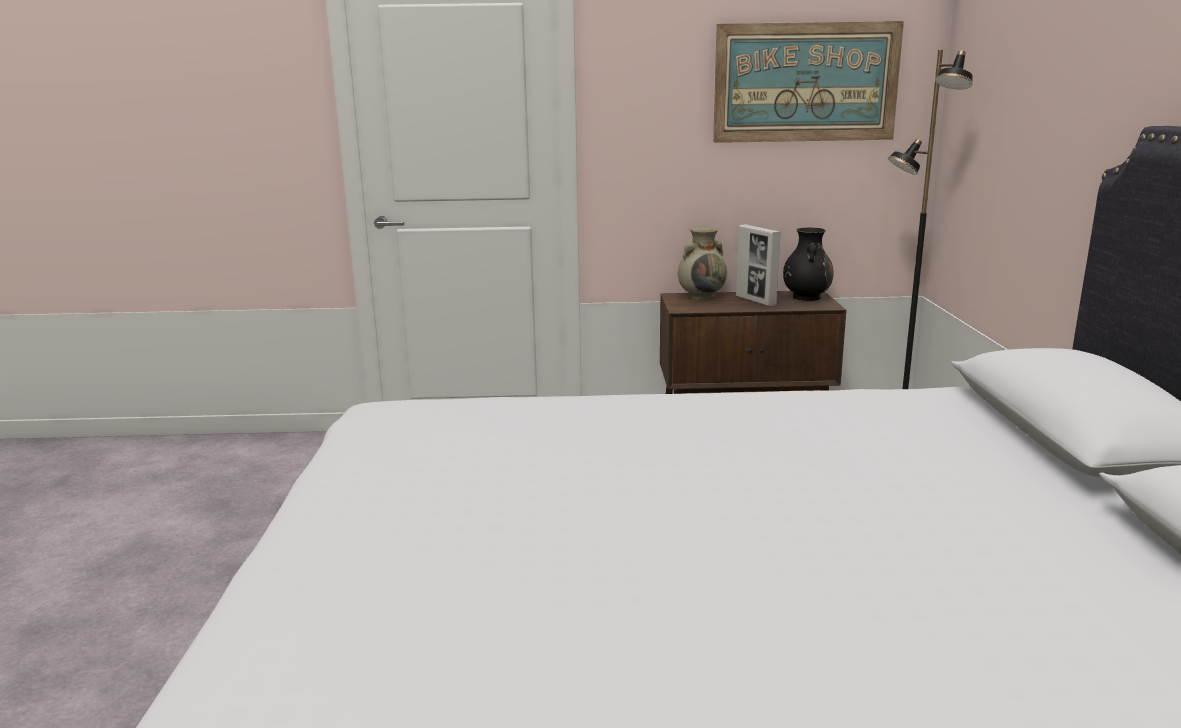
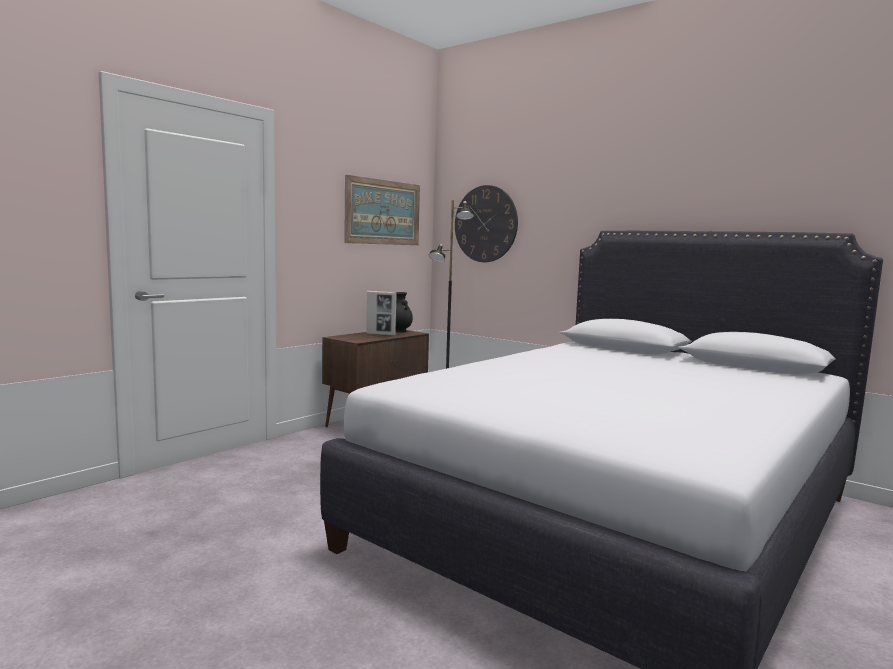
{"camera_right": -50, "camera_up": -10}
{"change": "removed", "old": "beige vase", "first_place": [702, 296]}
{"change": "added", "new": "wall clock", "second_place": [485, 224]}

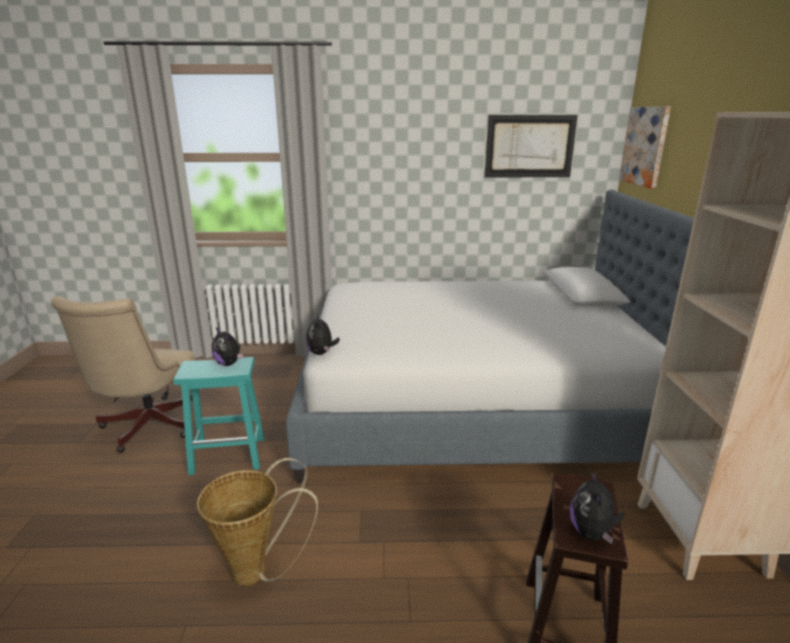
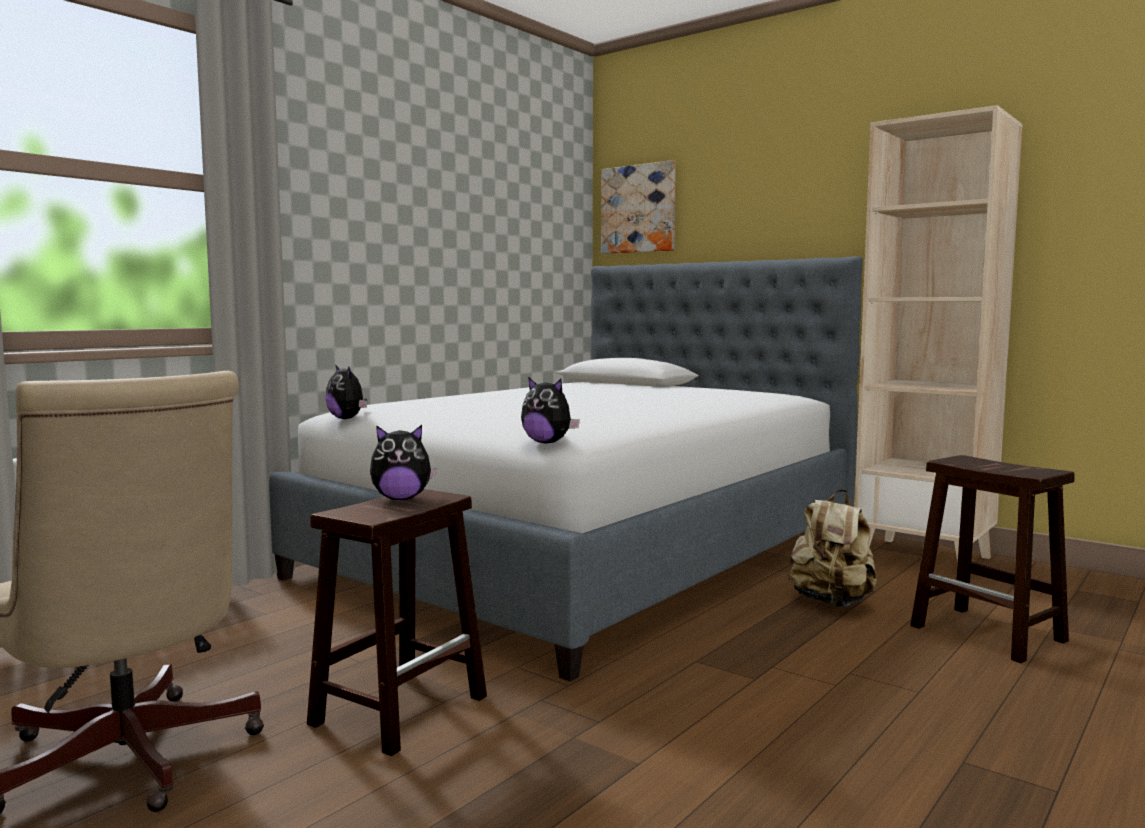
{"camera_right": -50, "camera_up": -15}
{"change": "removed", "old": "basket", "first_place": [258, 571]}
{"change": "removed", "old": "picture", "first_place": [529, 146]}
{"change": "added", "new": "beige backpack", "second_place": [831, 602]}
{"change": "moved", "old": "plush toy", "first_place": [592, 532], "second_place": [347, 419]}
{"change": "recoloured", "old": "turquoise stool", "new": "brown stool", "first_place": [229, 455], "second_place": [401, 709]}

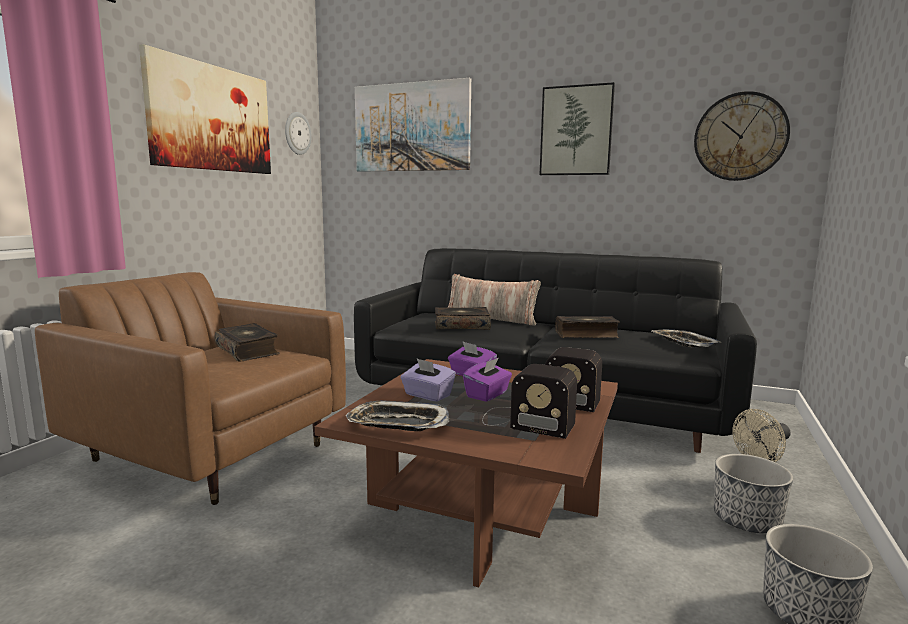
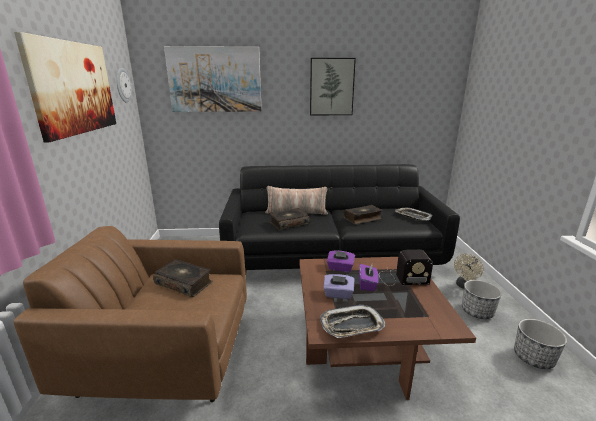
{"camera_right": -25, "camera_up": 10}
{"change": "removed", "old": "radio", "first_place": [524, 421]}
{"change": "removed", "old": "wall clock", "first_place": [740, 137]}

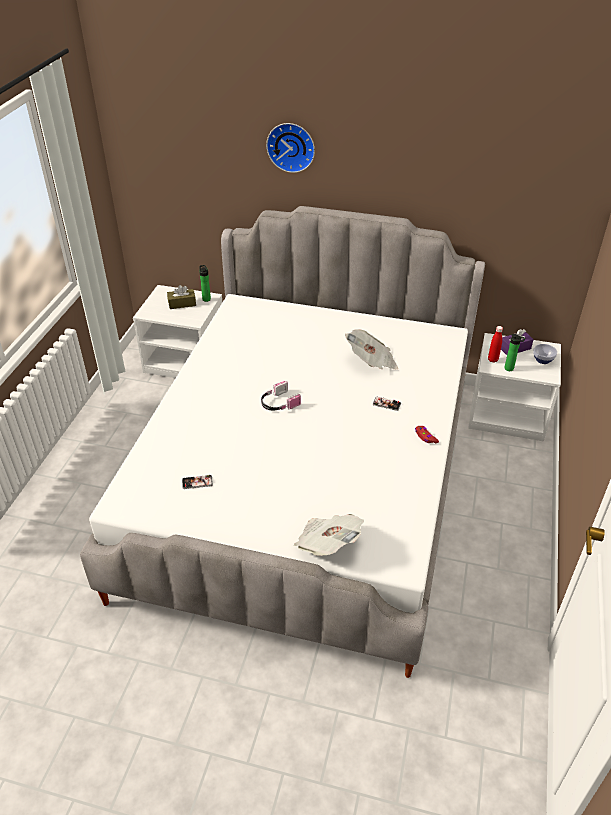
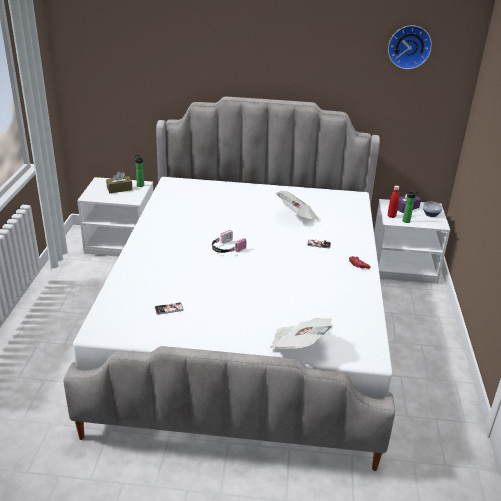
{"camera_right": -10, "camera_up": -10}
{"change": "moved", "old": "wall clock", "first_place": [291, 146], "second_place": [409, 46]}

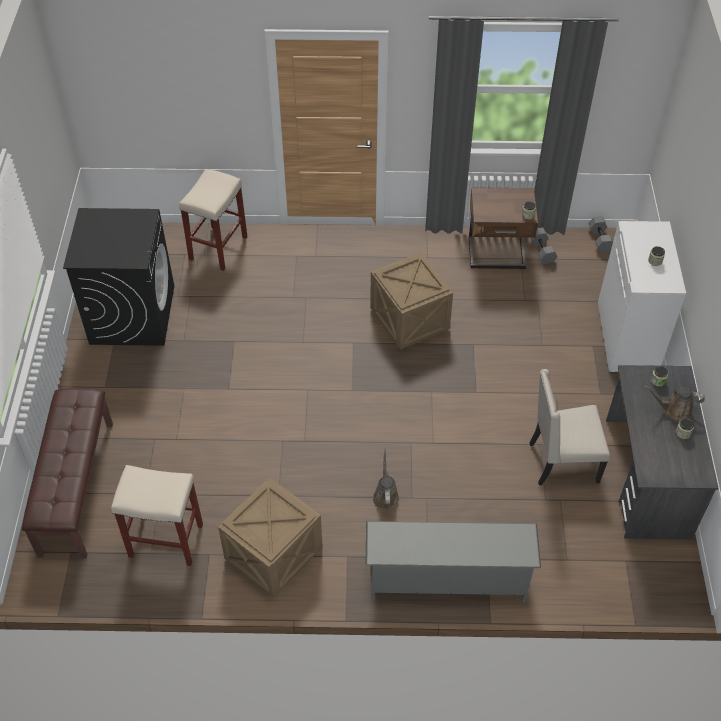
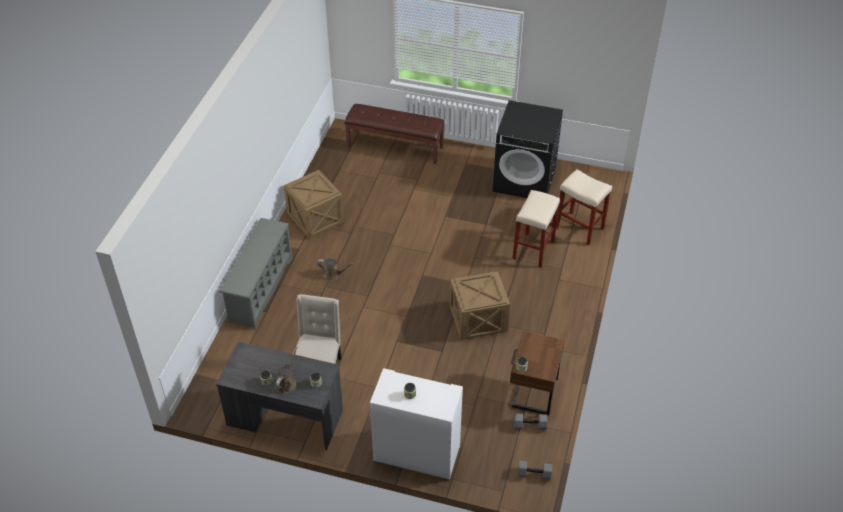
{"camera_right": 105, "camera_up": -5}
{"change": "moved", "old": "beige stool", "first_place": [167, 540], "second_place": [533, 250]}

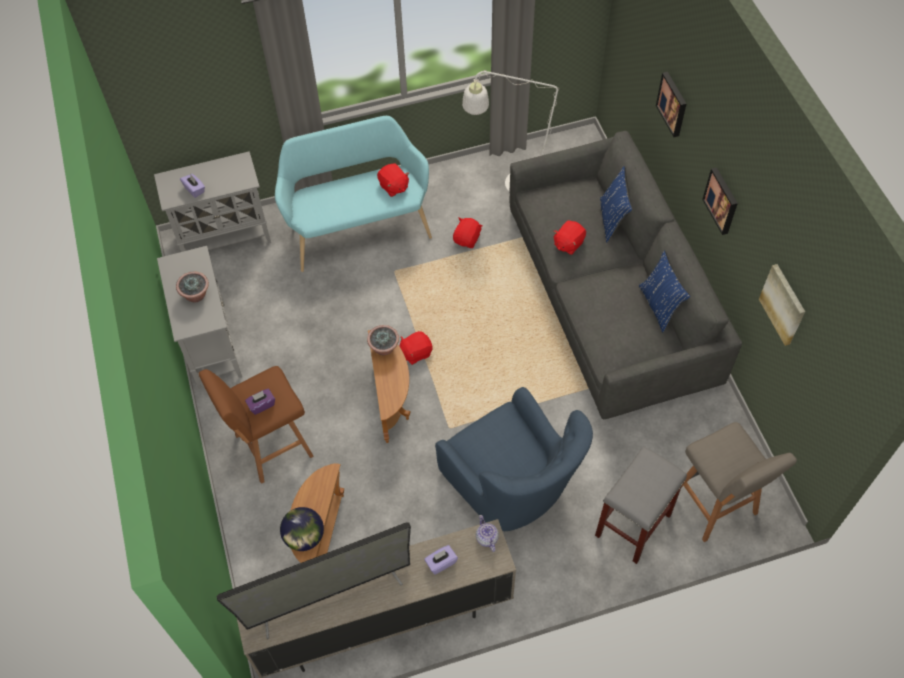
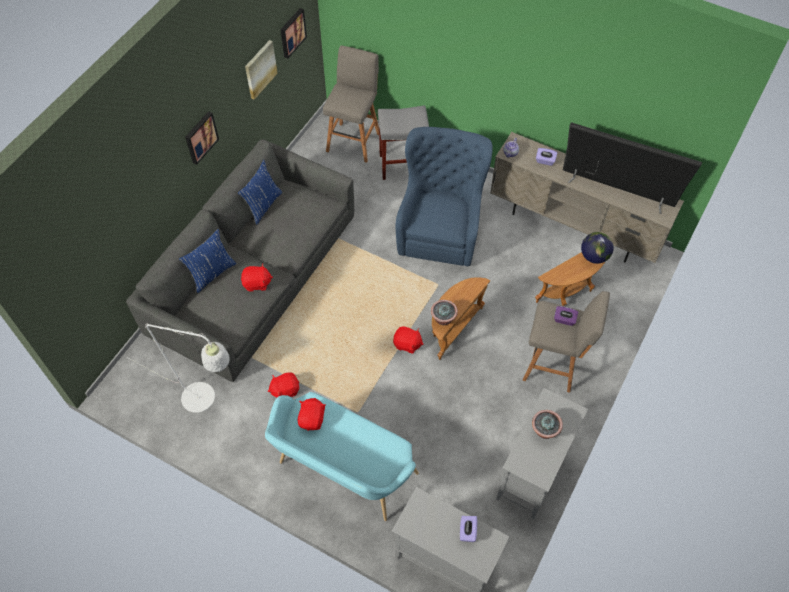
{"camera_right": -135, "camera_up": 0}
{"change": "moved", "old": "picture", "first_place": [673, 104], "second_place": [292, 32]}
{"change": "recoloured", "old": "brown stool", "new": "grey stool", "first_place": [271, 447], "second_place": [553, 365]}

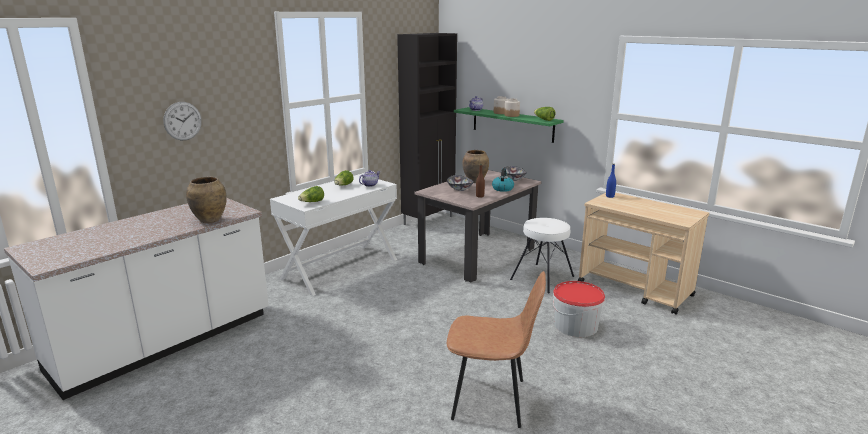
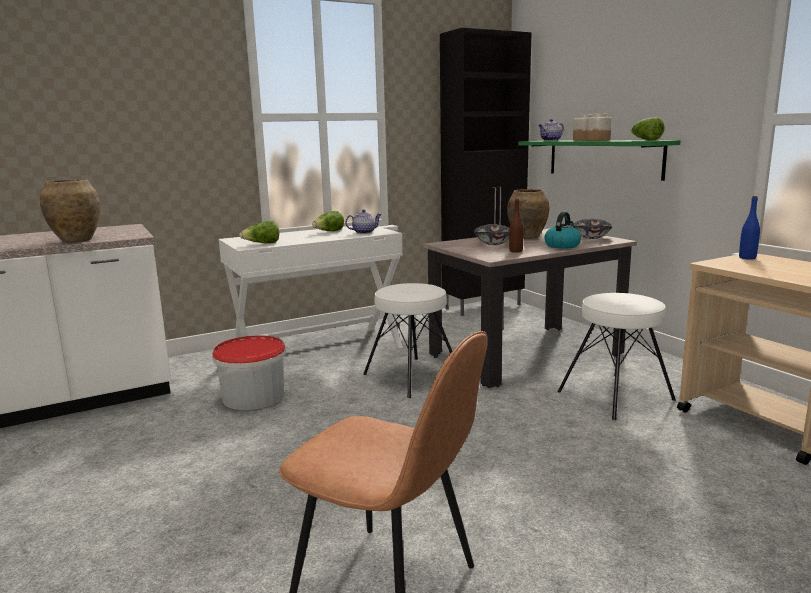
{"camera_right": 20, "camera_up": -5}
{"change": "removed", "old": "wall clock", "first_place": [182, 121]}
{"change": "added", "new": "white stool", "second_place": [412, 377]}
{"change": "moved", "old": "bucket", "first_place": [575, 325], "second_place": [254, 396]}

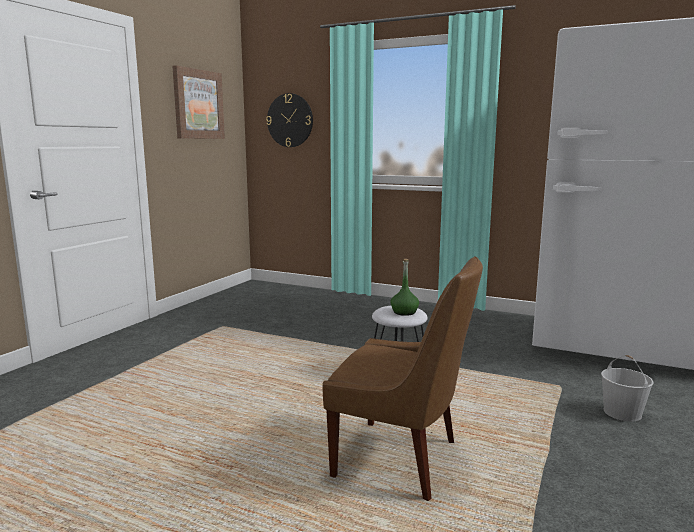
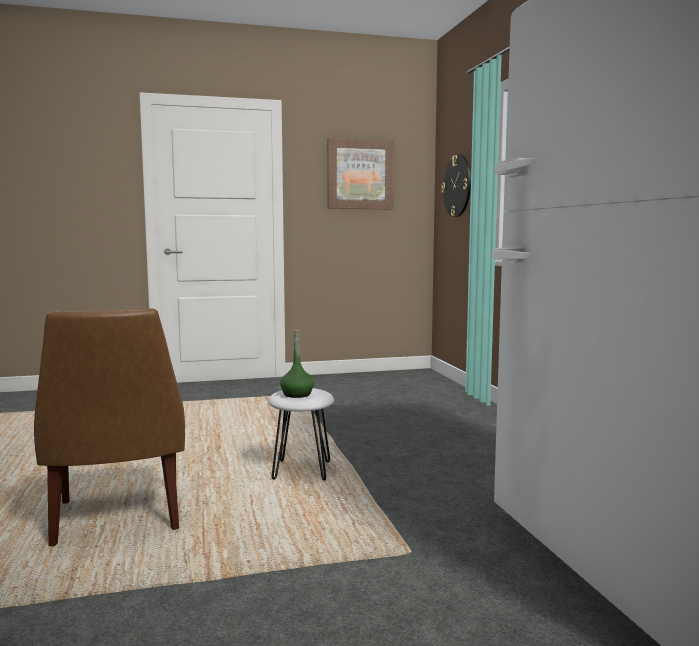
{"camera_right": 50, "camera_up": -5}
{"change": "removed", "old": "white bucket", "first_place": [623, 413]}

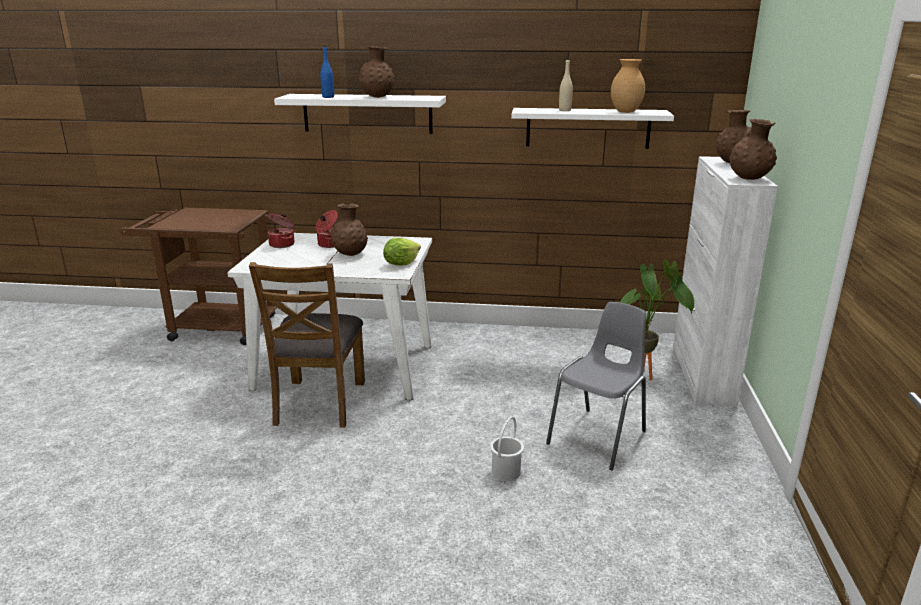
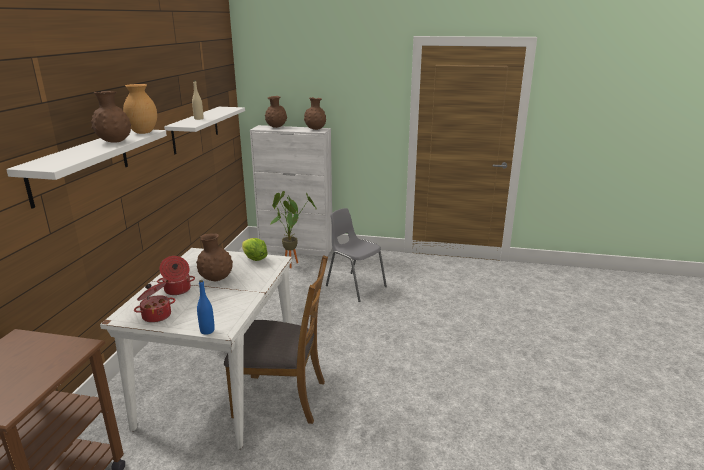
{"camera_right": -85, "camera_up": 0}
{"change": "removed", "old": "white bucket", "first_place": [505, 472]}
{"change": "moved", "old": "blue bottle", "first_place": [328, 97], "second_place": [207, 331]}
{"change": "moved", "old": "brown vase", "first_place": [625, 112], "second_place": [144, 132]}

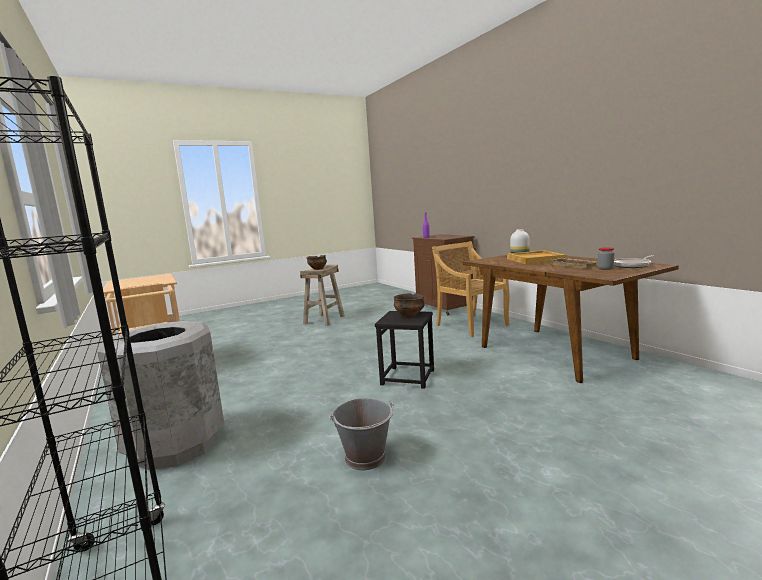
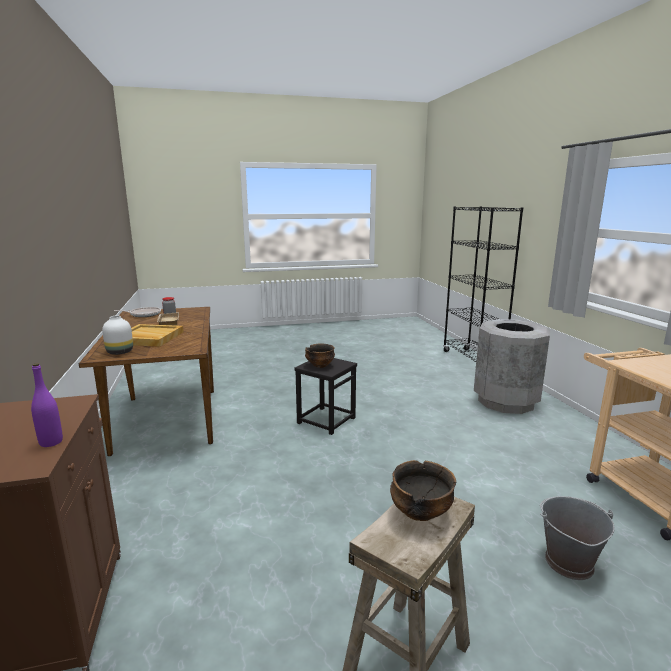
{"camera_right": -165, "camera_up": 5}
{"change": "removed", "old": "beige chair", "first_place": [471, 325]}
{"change": "moved", "old": "grey bucket", "first_place": [366, 457], "second_place": [568, 562]}

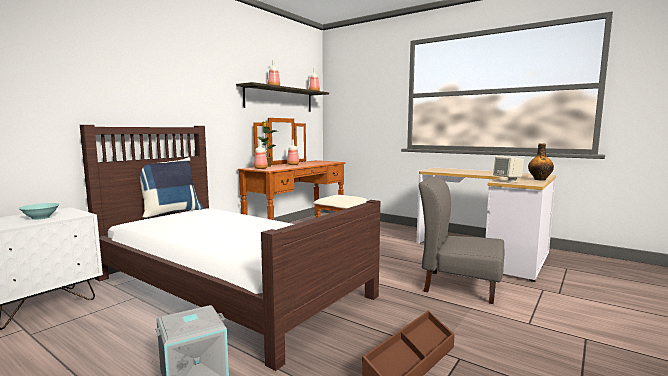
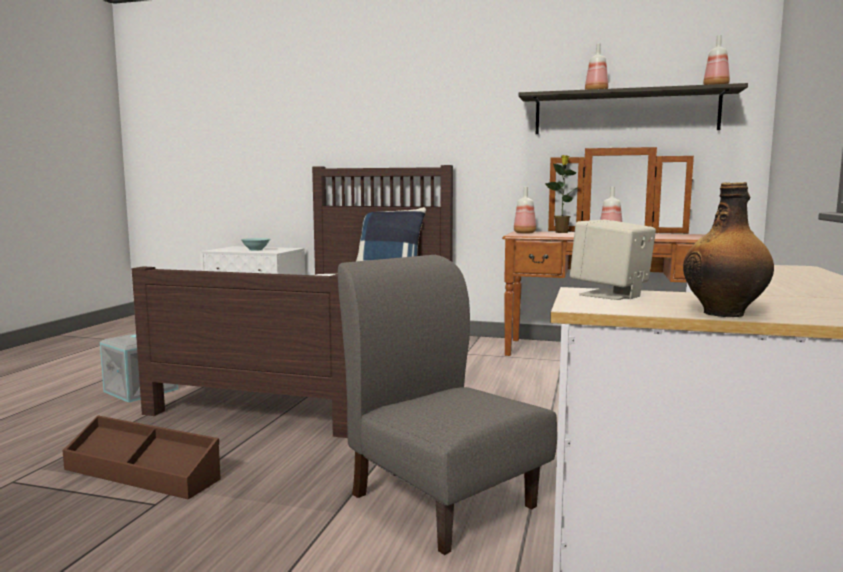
{"camera_right": 70, "camera_up": 0}
{"change": "turned", "old": "grey chair", "first_place": [459, 286], "second_place": [442, 499], "degrees": -45}

